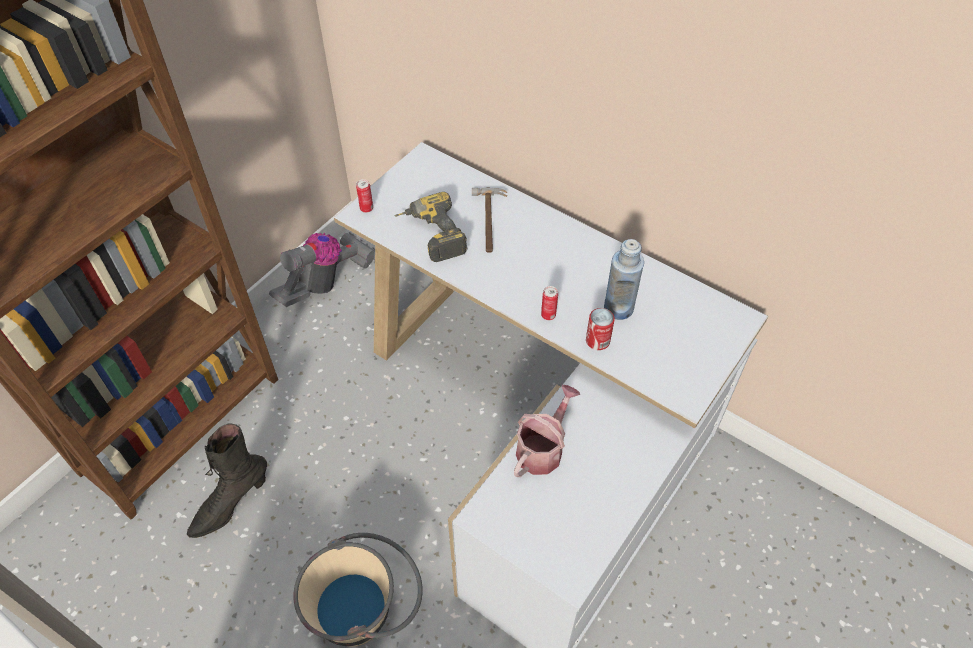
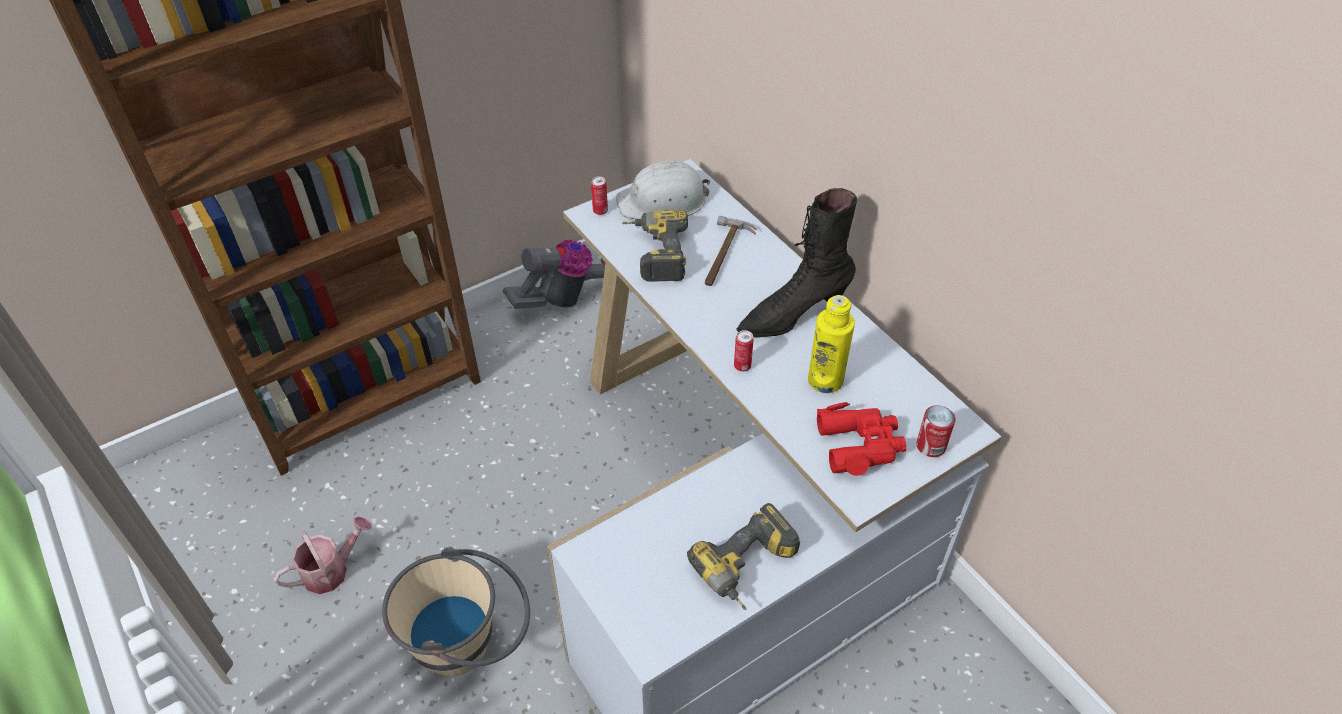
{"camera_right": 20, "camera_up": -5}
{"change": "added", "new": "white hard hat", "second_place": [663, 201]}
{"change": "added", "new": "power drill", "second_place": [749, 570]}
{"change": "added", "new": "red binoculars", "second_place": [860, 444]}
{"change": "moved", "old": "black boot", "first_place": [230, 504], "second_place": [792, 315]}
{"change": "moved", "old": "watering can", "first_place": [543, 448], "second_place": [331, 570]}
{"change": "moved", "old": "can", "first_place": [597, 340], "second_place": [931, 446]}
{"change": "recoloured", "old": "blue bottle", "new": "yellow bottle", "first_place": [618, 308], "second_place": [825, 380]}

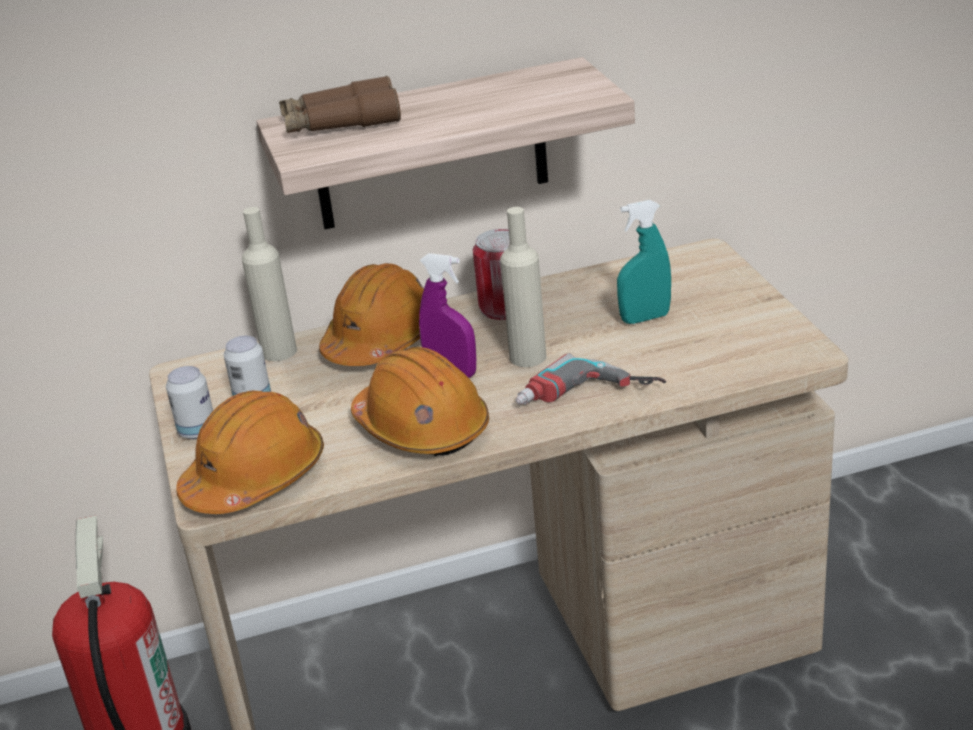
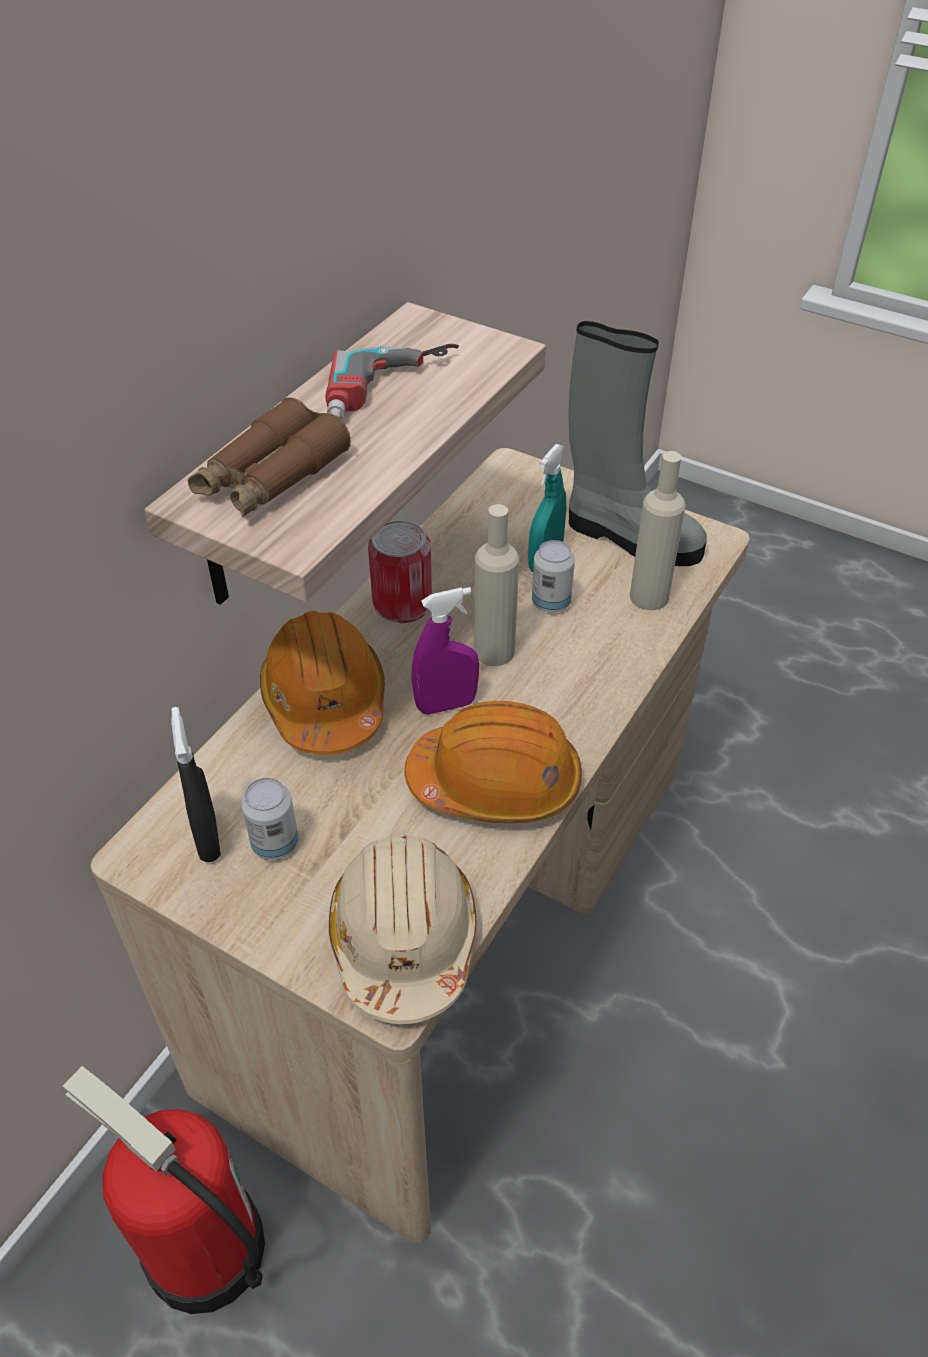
{"camera_right": -45, "camera_up": 15}
{"change": "added", "new": "black spray bottle", "second_place": [208, 838]}
{"change": "added", "new": "grey boot", "second_place": [629, 536]}
{"change": "moved", "old": "can", "first_place": [197, 431], "second_place": [551, 603]}
{"change": "moved", "old": "beige bottle", "first_place": [279, 351], "second_place": [649, 597]}
{"change": "moved", "old": "power drill", "first_place": [588, 399], "second_place": [394, 392]}
{"change": "recoloured", "old": "orange hard hat", "new": "beige hard hat", "first_place": [255, 478], "second_place": [403, 938]}

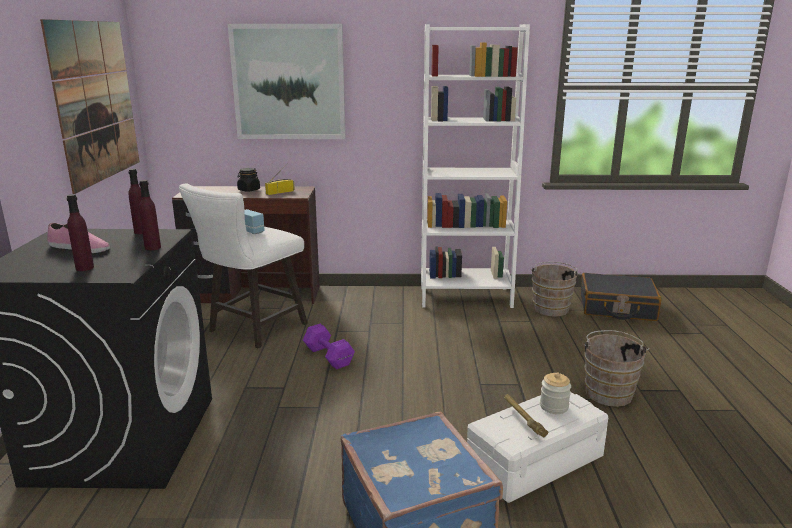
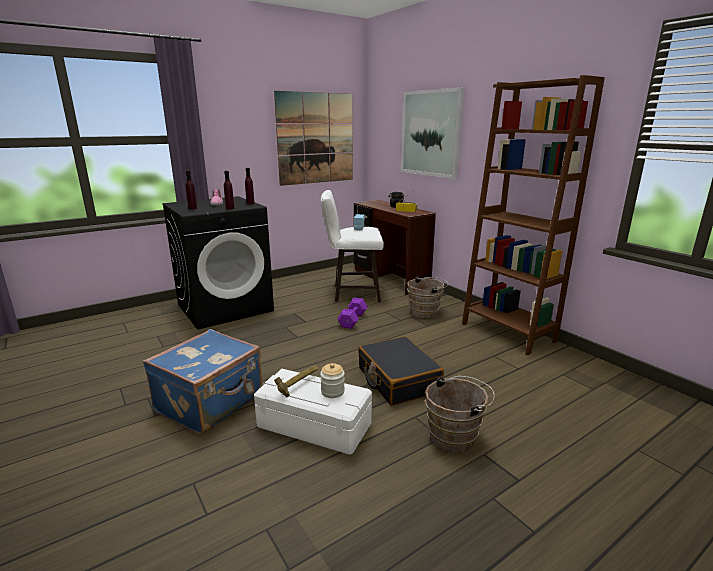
{"camera_right": 55, "camera_up": 0}
{"change": "moved", "old": "brown bucket", "first_place": [551, 308], "second_place": [426, 312]}
{"change": "moved", "old": "black suitcase", "first_place": [617, 308], "second_place": [397, 380]}
{"change": "recoloured", "old": "white bookcase", "new": "brown bookcase", "first_place": [465, 297], "second_place": [507, 332]}

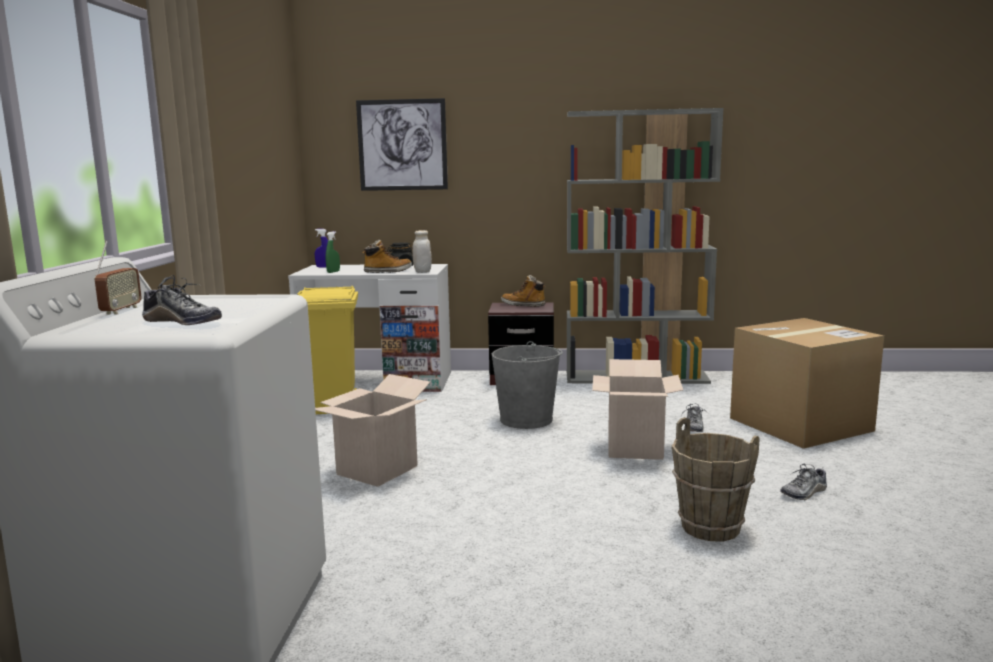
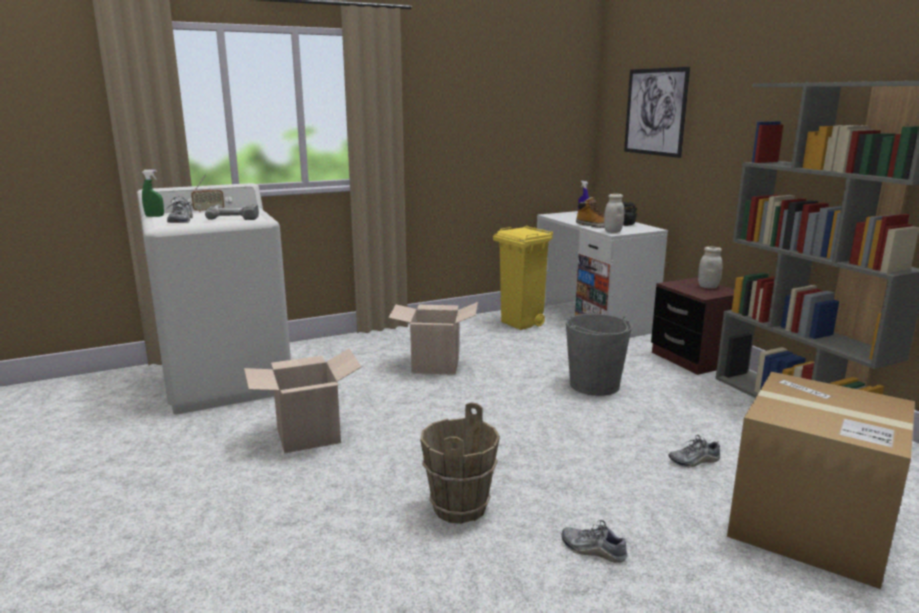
{"camera_right": 60, "camera_up": 5}
{"change": "added", "new": "power drill", "second_place": [234, 217]}
{"change": "moved", "old": "green spray bottle", "first_place": [333, 272], "second_place": [154, 216]}
{"change": "moved", "old": "cardboard box", "first_place": [634, 448], "second_place": [308, 436]}
{"change": "replaced", "old": "boot", "new": "white jar", "first_place": [523, 305], "second_place": [708, 287]}

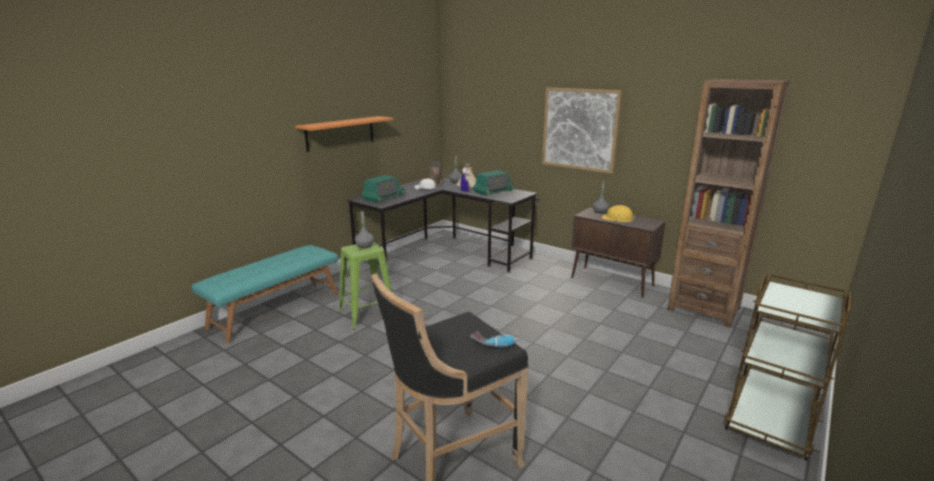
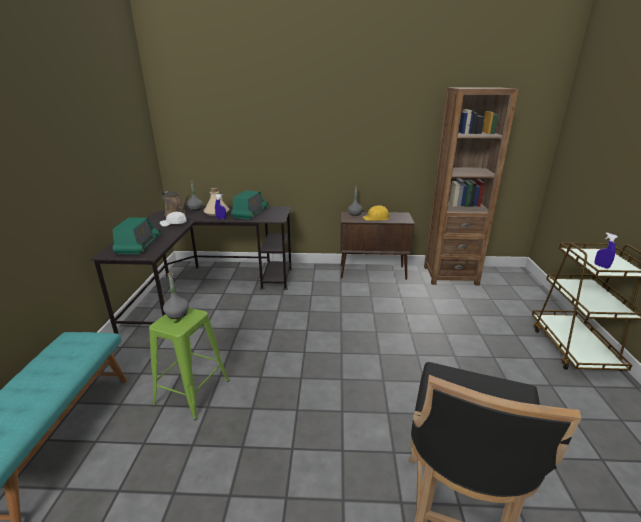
{"camera_right": -35, "camera_up": 5}
{"change": "removed", "old": "orange shelf", "first_place": [340, 133]}
{"change": "removed", "old": "power drill", "first_place": [497, 344]}
{"change": "removed", "old": "picture", "first_place": [580, 129]}
{"change": "added", "new": "blue spray bottle", "second_place": [601, 266]}

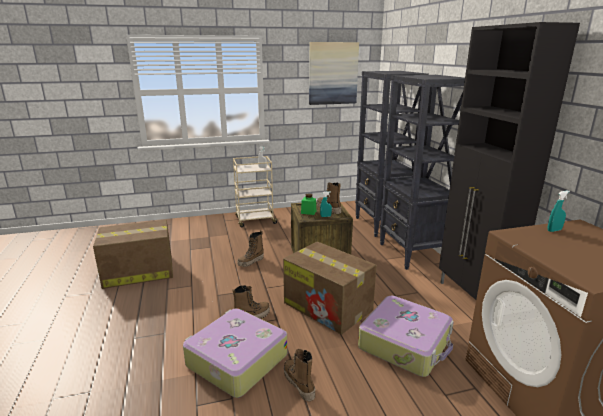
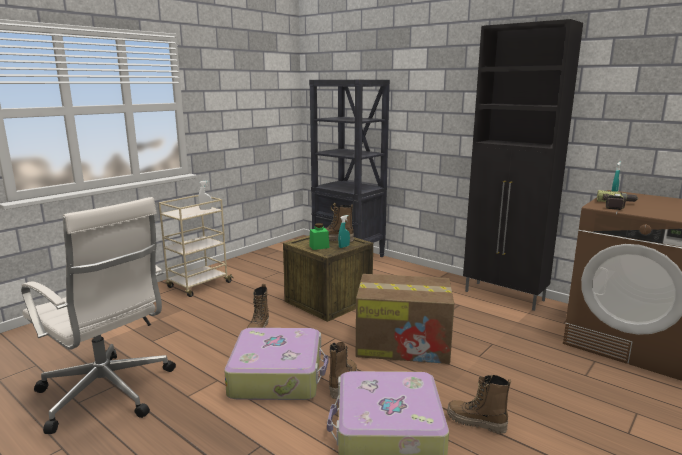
{"camera_right": -35, "camera_up": -5}
{"change": "removed", "old": "picture", "first_place": [333, 73]}
{"change": "removed", "old": "black bookcase", "first_place": [411, 254]}
{"change": "added", "new": "power drill", "second_place": [618, 205]}
{"change": "moved", "old": "suitcase", "first_place": [405, 344], "second_place": [278, 375]}
{"change": "replaced", "old": "cardboard box", "new": "white office chair", "first_place": [138, 272], "second_place": [108, 393]}

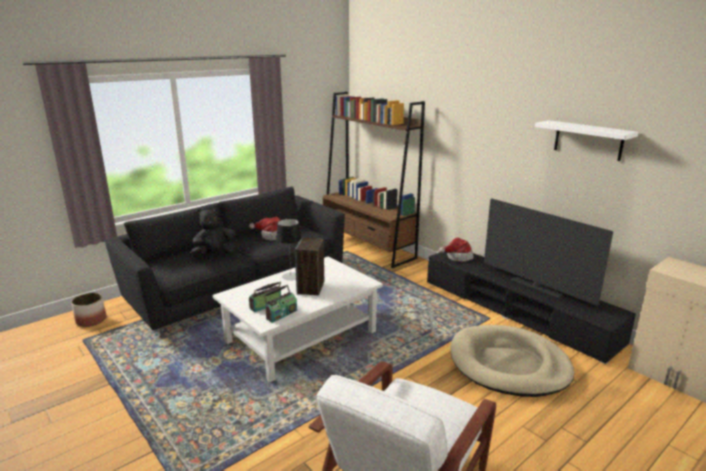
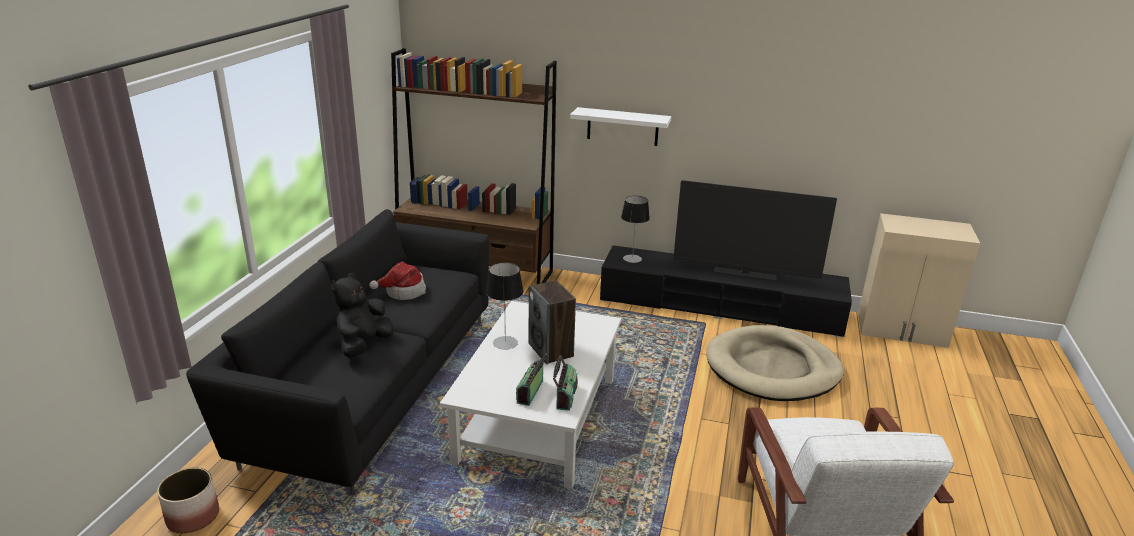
{"camera_right": -35, "camera_up": 5}
{"change": "moved", "old": "white shelf", "first_place": [588, 140], "second_place": [622, 126]}
{"change": "replaced", "old": "hat", "new": "table lamp", "first_place": [457, 257], "second_place": [632, 258]}

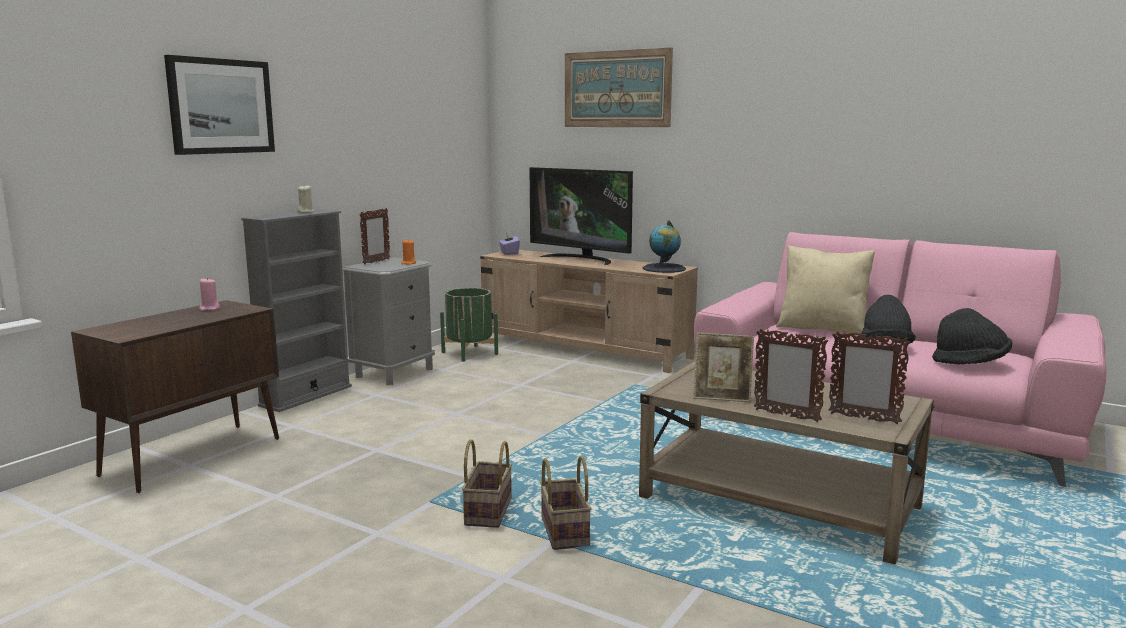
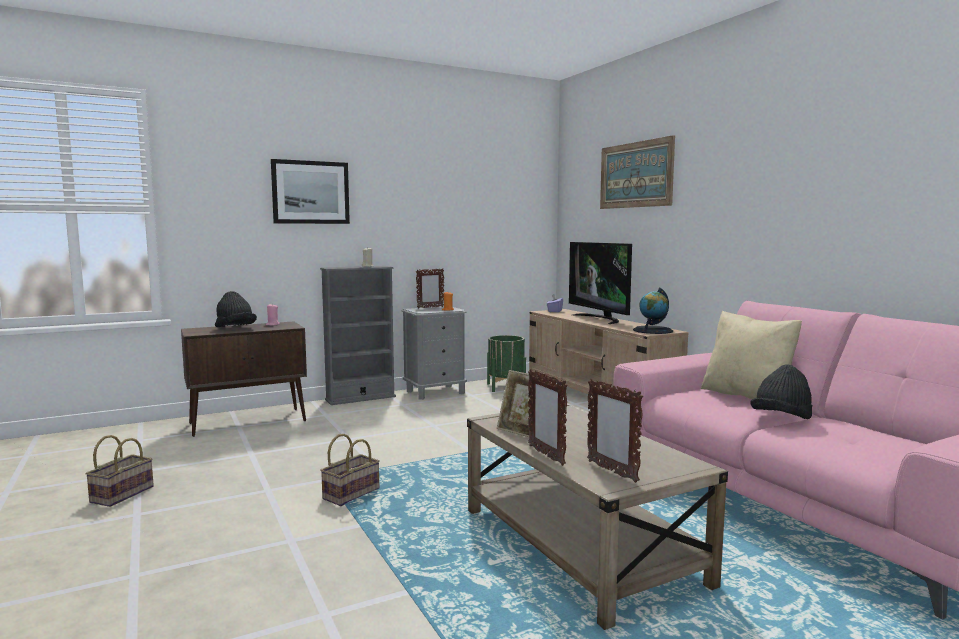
{"camera_right": 30, "camera_up": -5}
{"change": "moved", "old": "basket", "first_place": [563, 531], "second_place": [122, 494]}
{"change": "moved", "old": "black hat", "first_place": [970, 363], "second_place": [235, 329]}

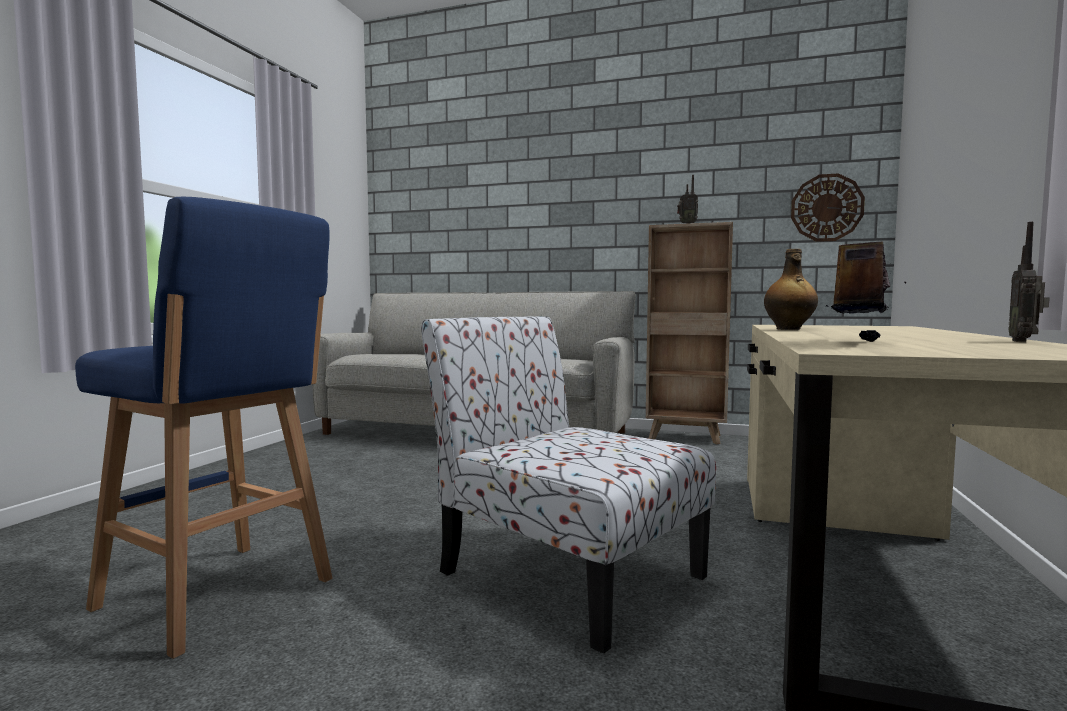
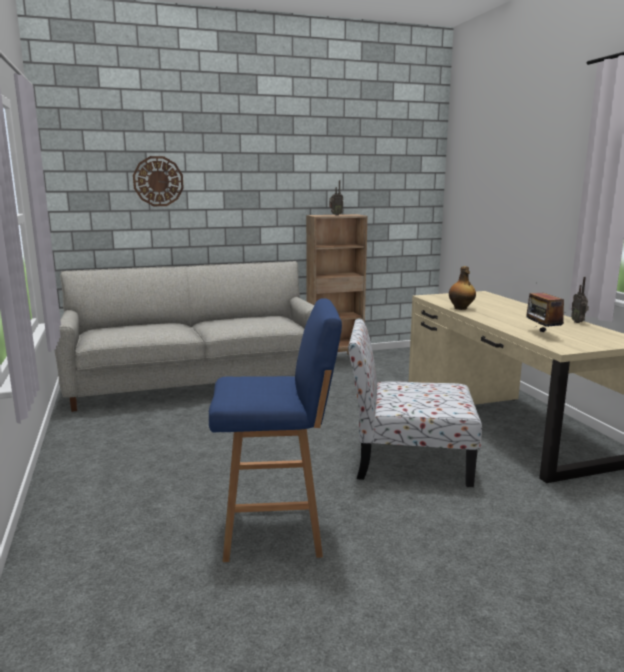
{"camera_right": -35, "camera_up": 10}
{"change": "moved", "old": "wall clock", "first_place": [826, 208], "second_place": [158, 181]}

